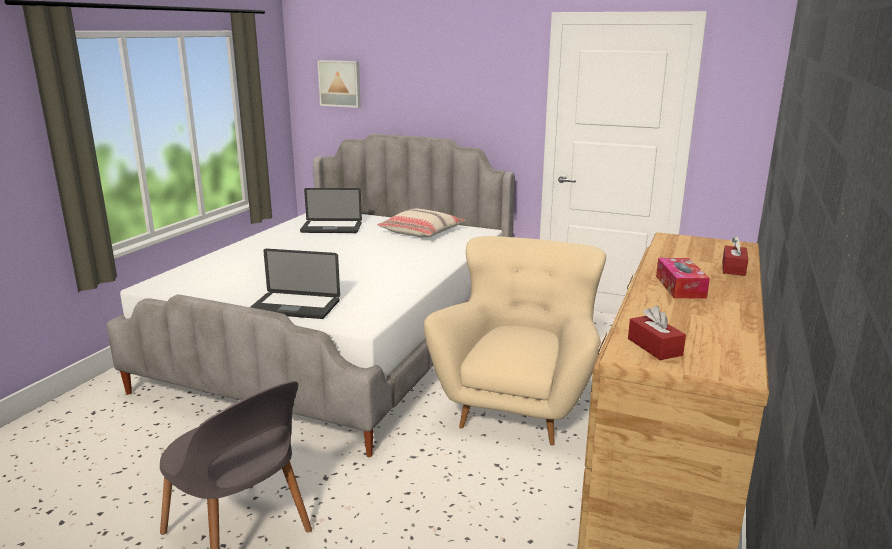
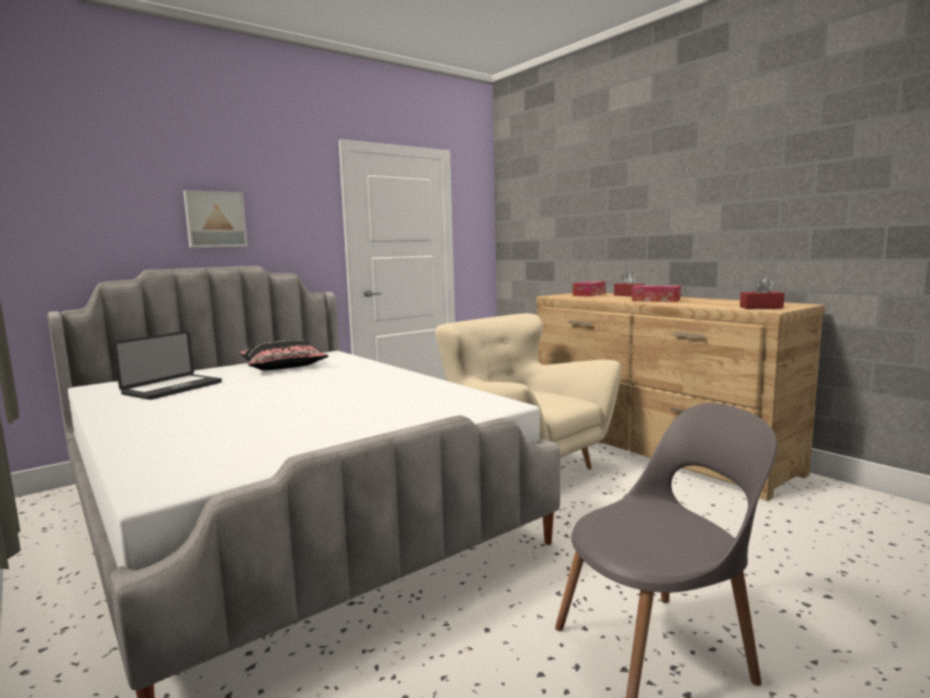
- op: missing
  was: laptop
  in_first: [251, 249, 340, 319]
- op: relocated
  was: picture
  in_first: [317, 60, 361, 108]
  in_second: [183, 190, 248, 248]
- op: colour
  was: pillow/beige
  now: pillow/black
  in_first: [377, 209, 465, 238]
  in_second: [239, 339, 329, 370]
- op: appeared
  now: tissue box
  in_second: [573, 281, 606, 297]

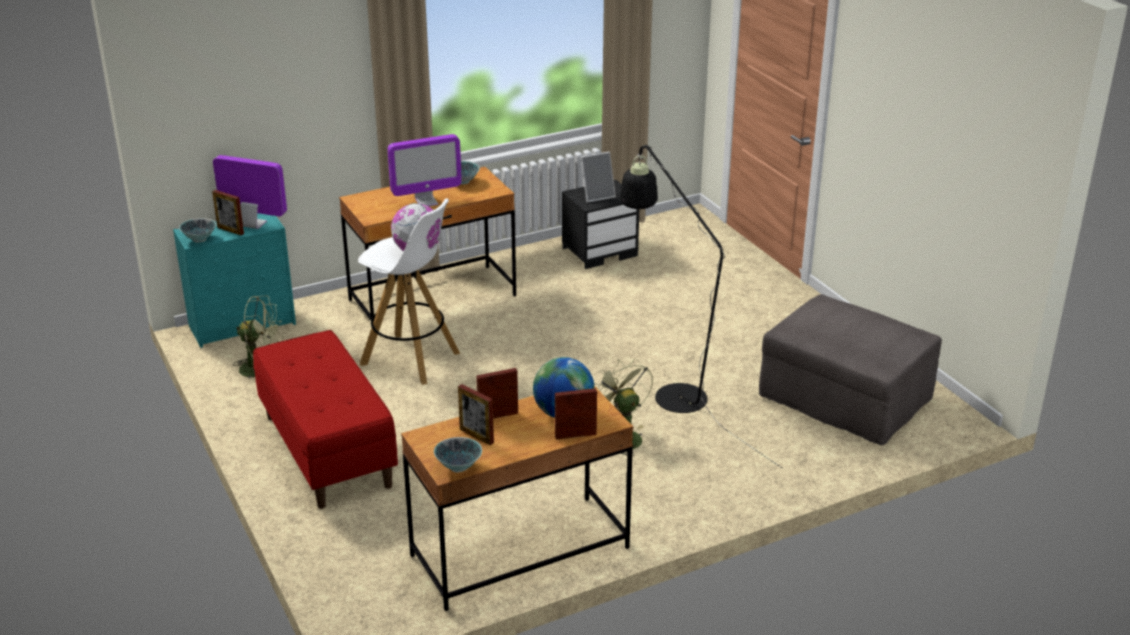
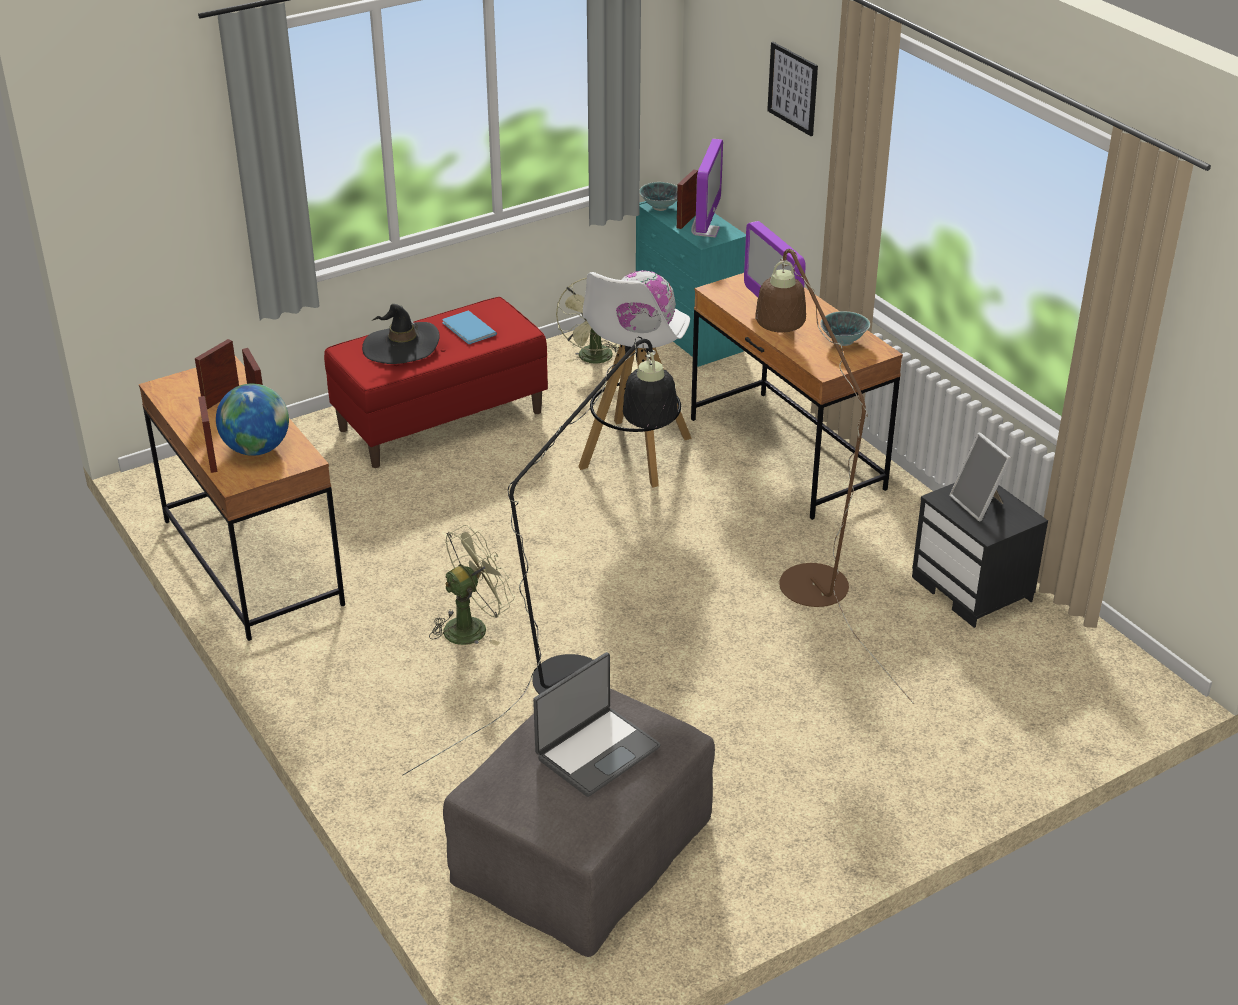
- op: missing
  was: bowl
  in_first: [434, 437, 482, 473]
- op: appeared
  now: hat/black
  in_second: [362, 304, 440, 364]
- op: appeared
  now: book/blue
  in_second: [442, 311, 497, 344]
- op: appeared
  now: laptop
  in_second: [533, 652, 661, 797]
- op: appeared
  now: floor lamp/brown
  in_second: [755, 249, 914, 704]
- op: appeared
  now: picture
  in_second: [767, 42, 818, 136]

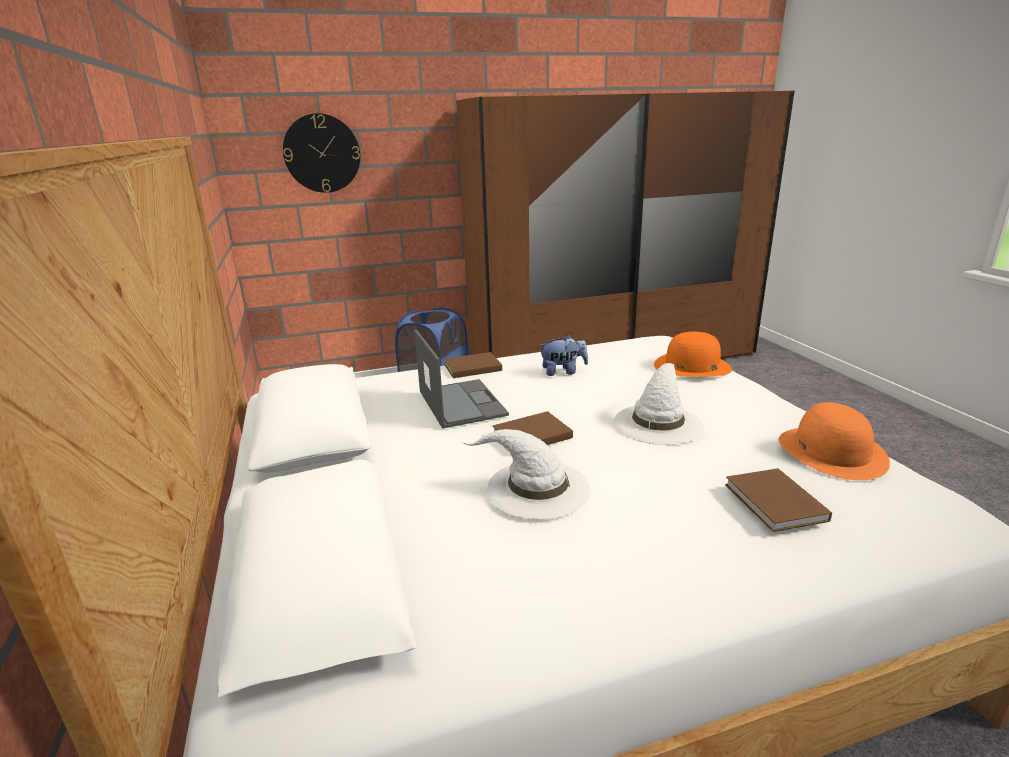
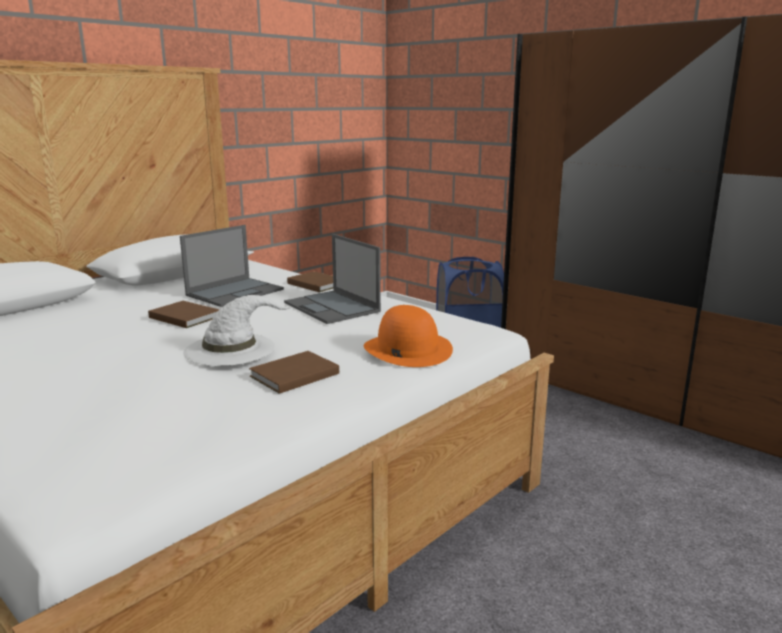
- op: missing
  was: wall clock
  in_first: [283, 113, 360, 193]
- op: missing
  was: hat/white
  in_first: [462, 429, 590, 519]
- op: exchanged
  was: plush toy
  now: laptop
  in_first: [539, 335, 588, 376]
  in_second: [284, 234, 381, 324]
- op: relocated
  was: book/brown
  in_first: [725, 468, 832, 532]
  in_second: [249, 351, 339, 394]
- op: missing
  was: hat/orange
  in_first: [779, 402, 890, 480]

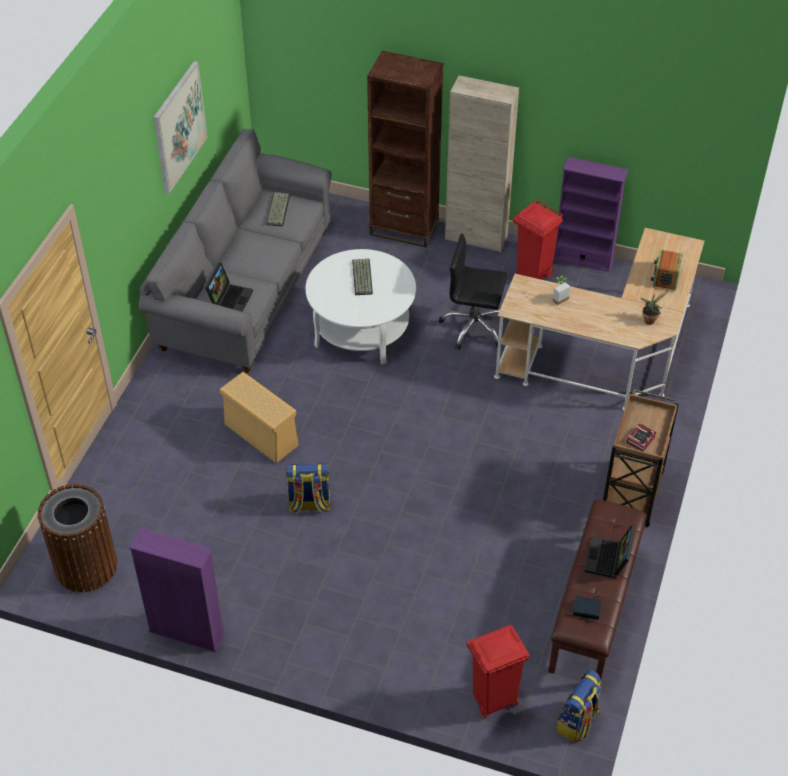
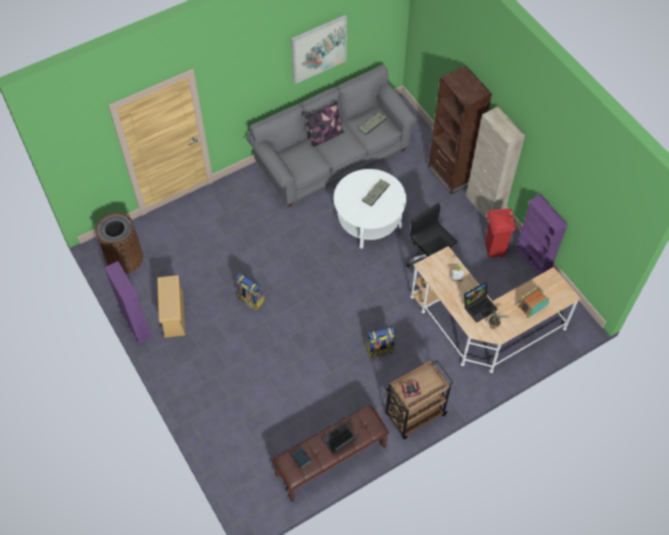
- op: relocated
  was: laptop
  in_first: [205, 263, 253, 312]
  in_second: [464, 282, 498, 323]
- op: relocated
  was: storage box/beige
  in_first: [220, 372, 299, 463]
  in_second: [157, 275, 185, 338]
- op: missing
  was: trash can/red
  in_first: [466, 625, 530, 718]
- op: relocated
  was: backpack
  in_first: [556, 670, 602, 743]
  in_second: [366, 326, 395, 358]
- op: appeared
  now: pillow
  in_second: [304, 101, 344, 148]

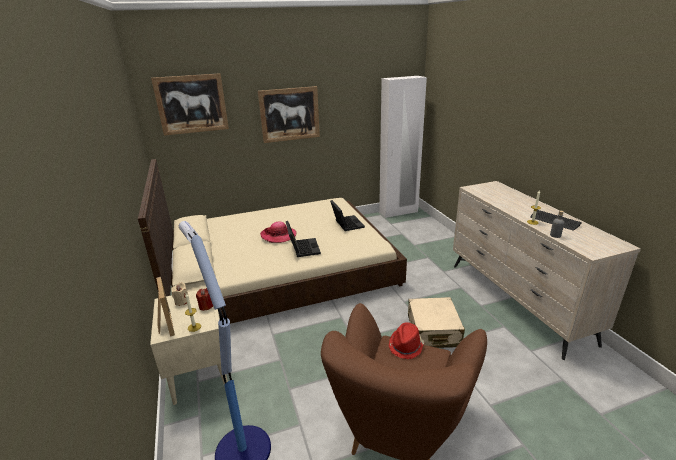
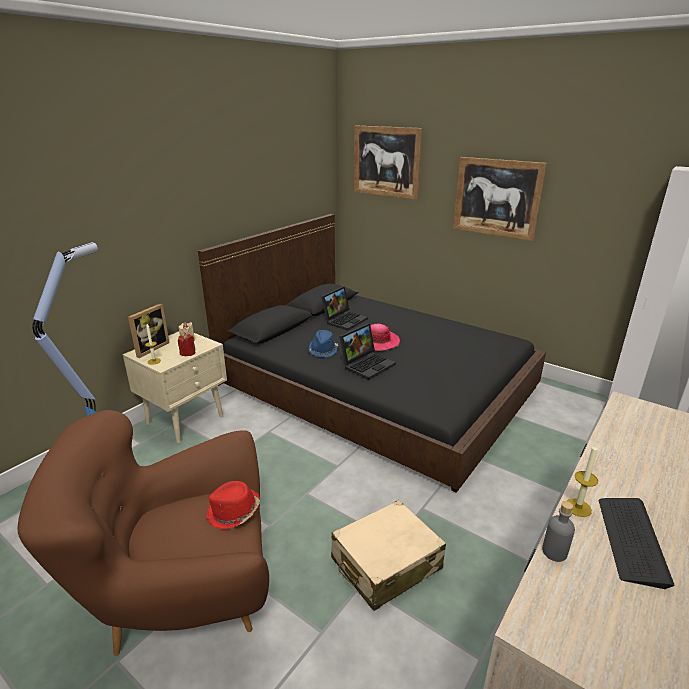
- op: colour
  was: bed/beige
  now: bed/black
  in_first: [138, 159, 407, 324]
  in_second: [198, 214, 546, 493]
- op: relocated
  was: laptop
  in_first: [330, 200, 365, 231]
  in_second: [321, 287, 368, 331]
- op: appeared
  now: hat/blue
  in_second: [309, 330, 338, 357]

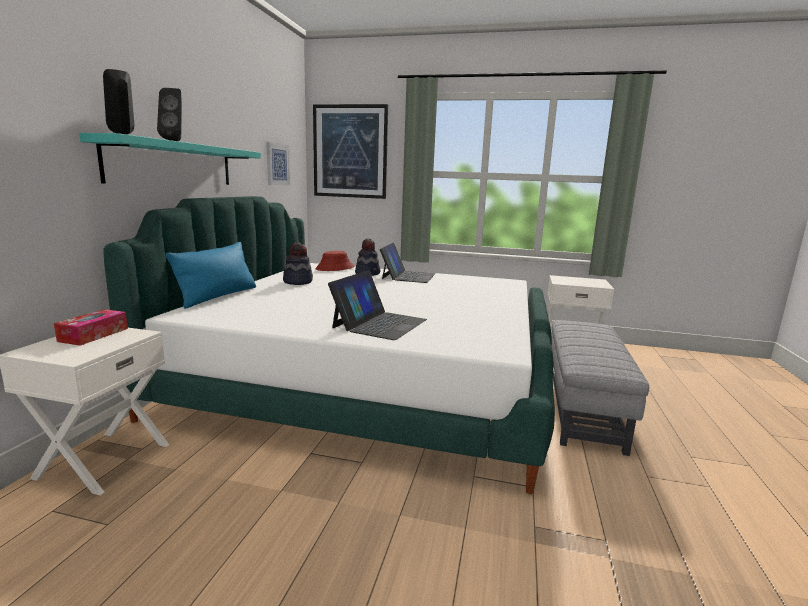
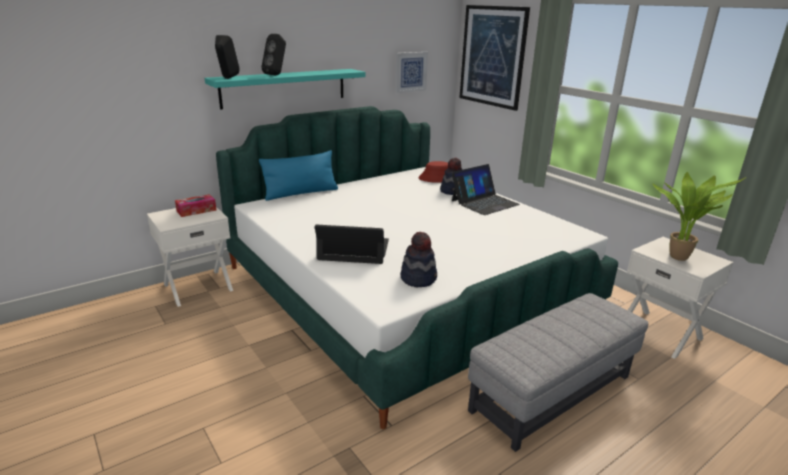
- op: relocated
  was: hat
  in_first: [283, 243, 313, 285]
  in_second: [401, 232, 437, 287]
- op: spun
  was: laptop
  in_first: [328, 270, 427, 340]
  in_second: [315, 225, 389, 264]
  clockwise: -150
- op: appeared
  now: potted plant
  in_second: [653, 172, 746, 261]

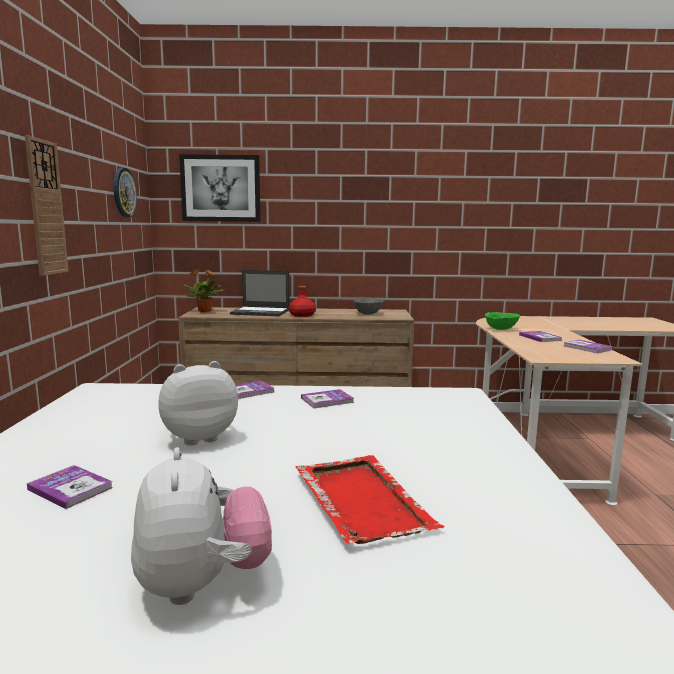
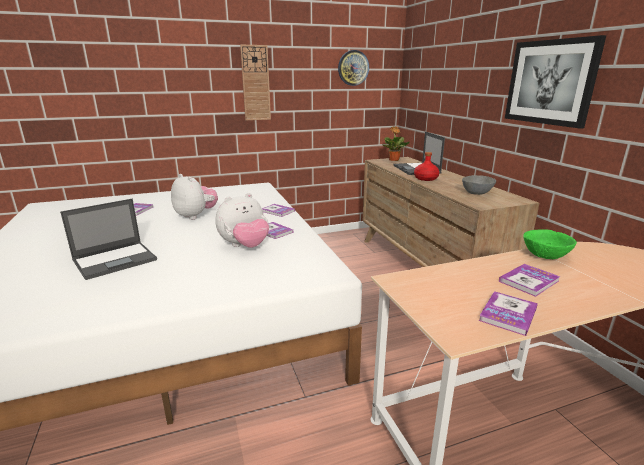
- op: relocated
  was: plush toy
  in_first: [131, 447, 272, 605]
  in_second: [215, 193, 269, 248]
- op: relocated
  was: picture
  in_first: [179, 154, 260, 222]
  in_second: [505, 35, 606, 129]
- op: exchanged
  was: tray/red
  now: laptop
  in_first: [296, 455, 444, 544]
  in_second: [60, 198, 157, 280]

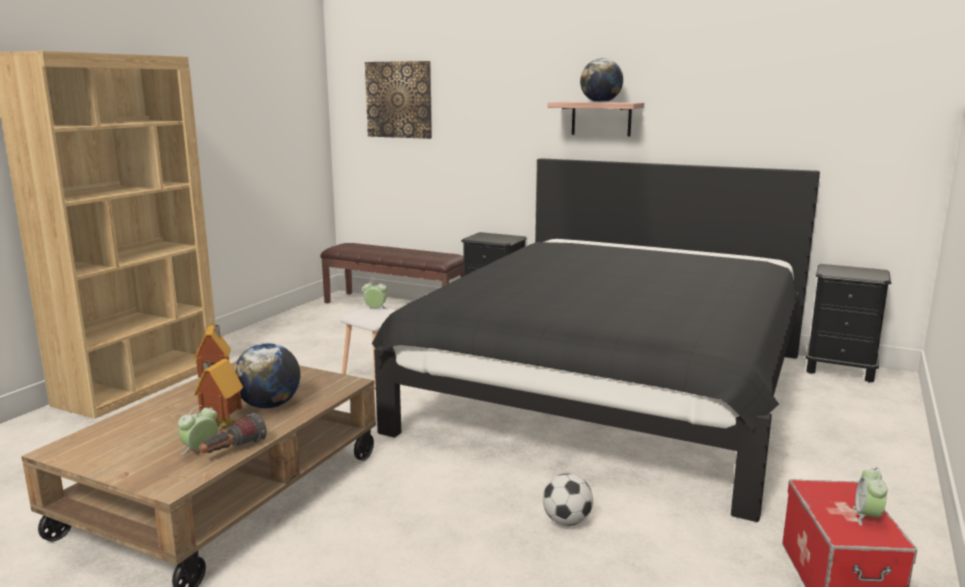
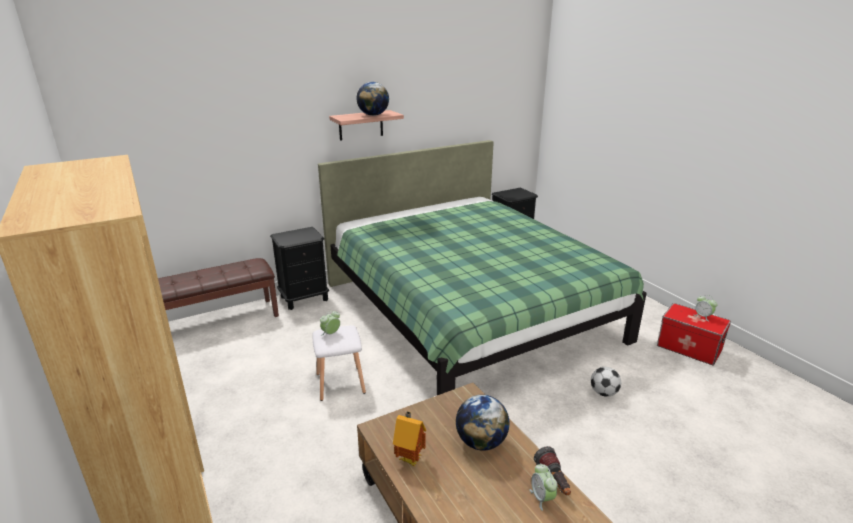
- op: missing
  was: toy house
  in_first: [194, 359, 243, 432]
- op: missing
  was: picture
  in_first: [365, 61, 432, 139]
- op: colour
  was: bed/black
  now: bed/green
  in_first: [372, 158, 820, 522]
  in_second: [318, 140, 647, 396]

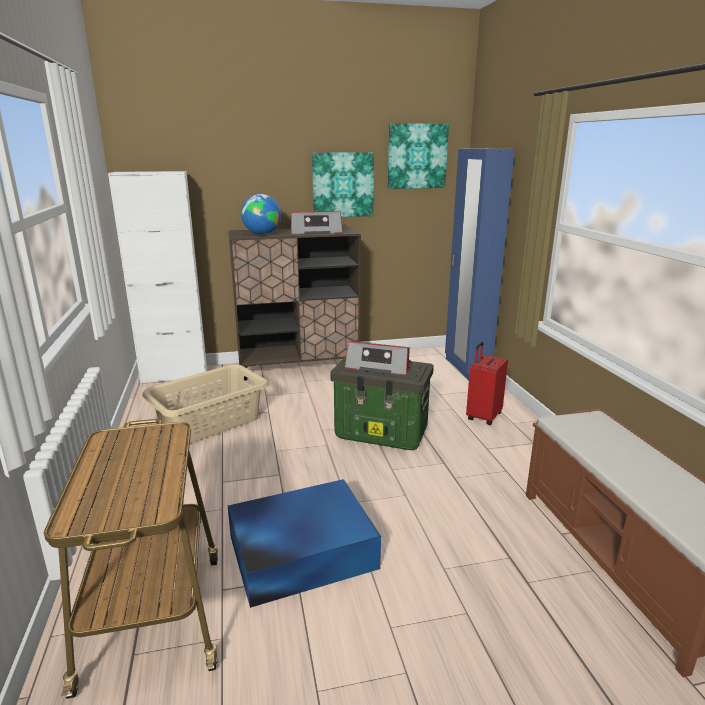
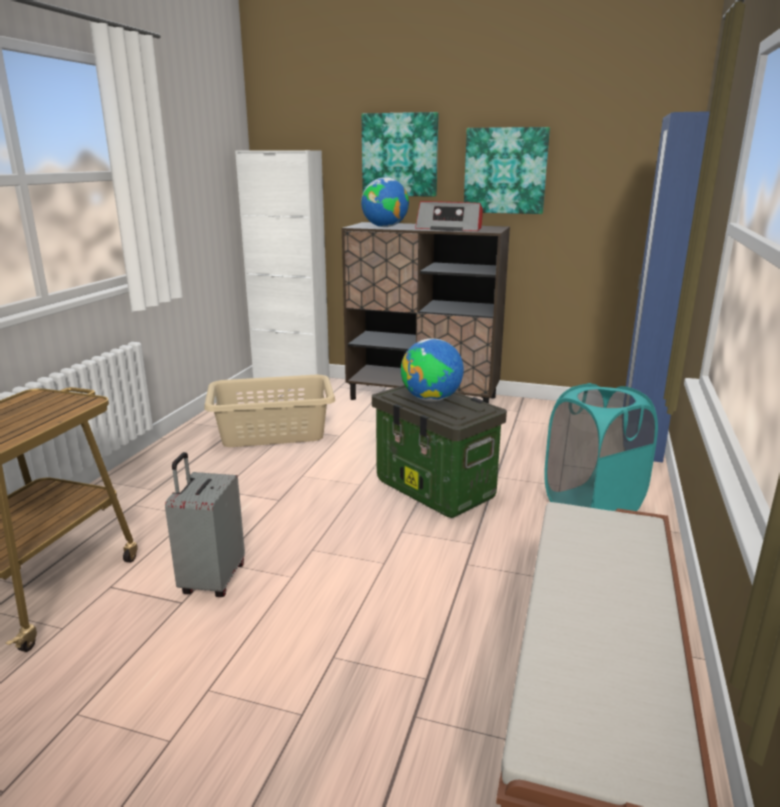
- op: exchanged
  was: storage box/blue
  now: suitcase/grey
  in_first: [228, 479, 381, 608]
  in_second: [165, 452, 245, 597]
- op: exchanged
  was: radio
  now: globe
  in_first: [345, 341, 410, 375]
  in_second: [401, 338, 464, 401]
- op: relocated
  was: picture
  in_first: [388, 123, 449, 189]
  in_second: [361, 112, 439, 197]
- op: exchanged
  was: suitcase/red
  now: laundry basket/turquoise
  in_first: [466, 342, 508, 425]
  in_second: [544, 383, 658, 511]

